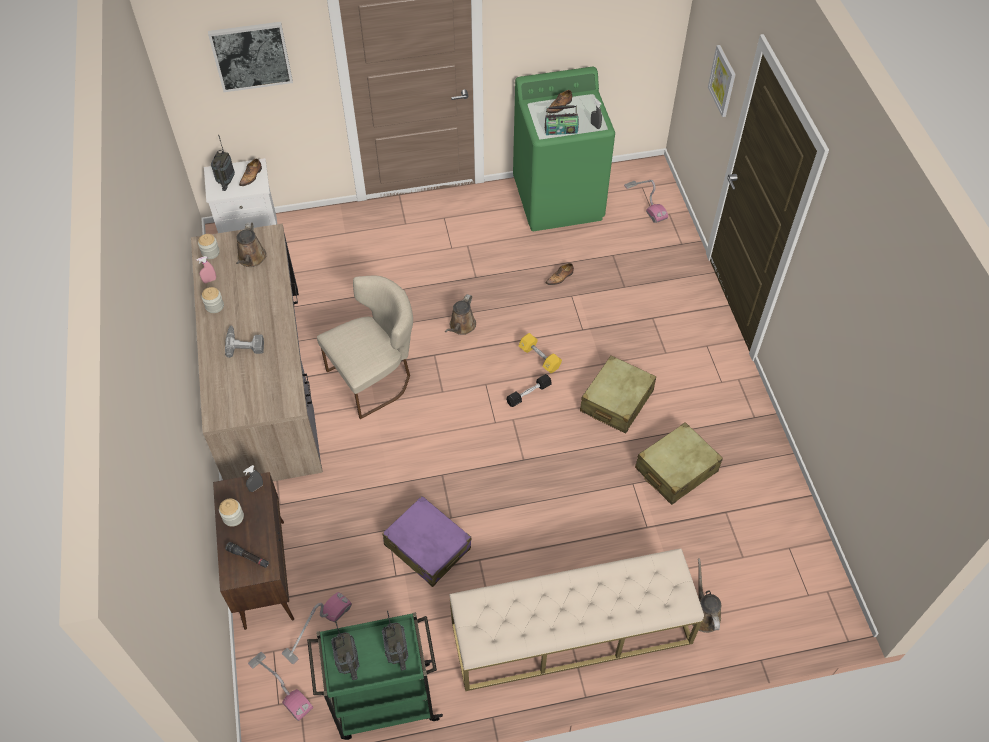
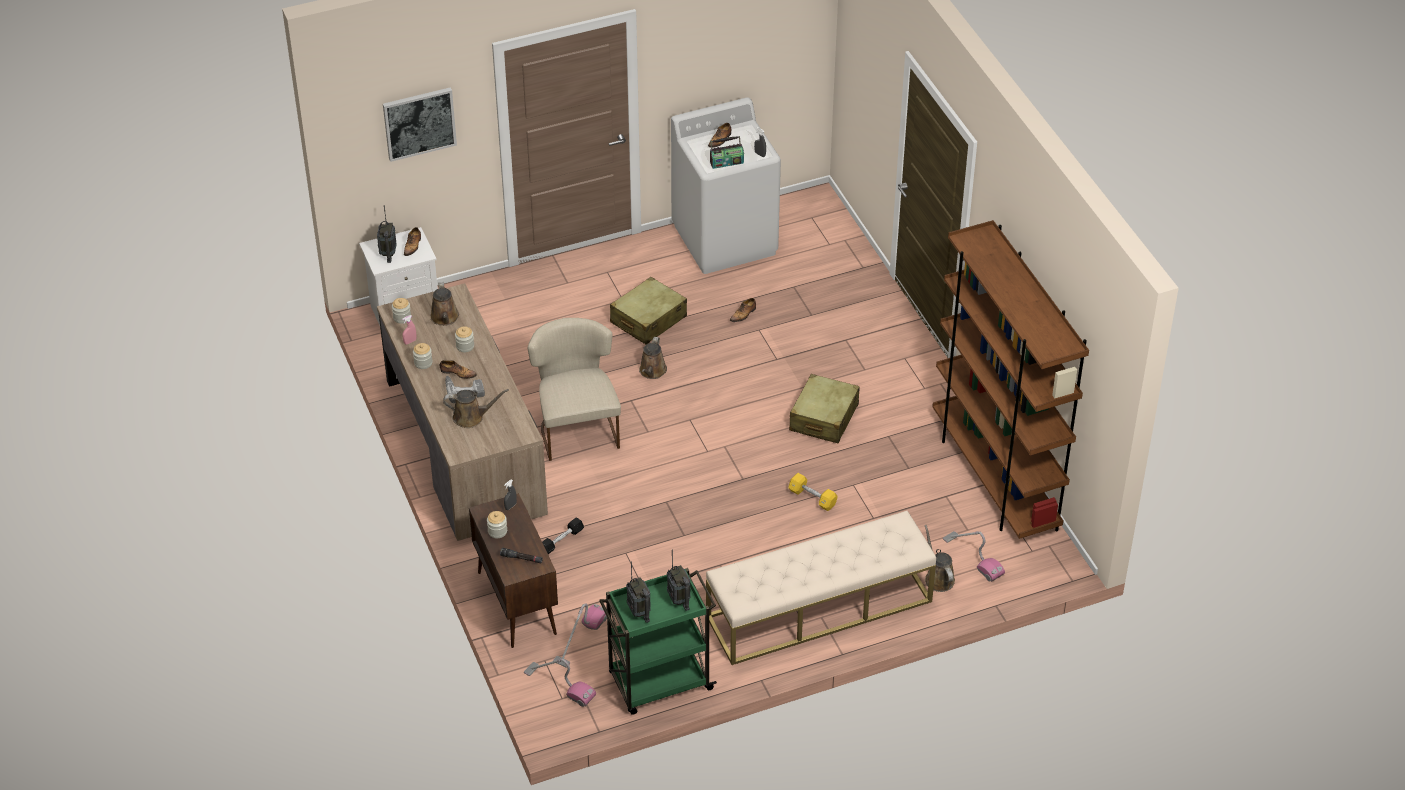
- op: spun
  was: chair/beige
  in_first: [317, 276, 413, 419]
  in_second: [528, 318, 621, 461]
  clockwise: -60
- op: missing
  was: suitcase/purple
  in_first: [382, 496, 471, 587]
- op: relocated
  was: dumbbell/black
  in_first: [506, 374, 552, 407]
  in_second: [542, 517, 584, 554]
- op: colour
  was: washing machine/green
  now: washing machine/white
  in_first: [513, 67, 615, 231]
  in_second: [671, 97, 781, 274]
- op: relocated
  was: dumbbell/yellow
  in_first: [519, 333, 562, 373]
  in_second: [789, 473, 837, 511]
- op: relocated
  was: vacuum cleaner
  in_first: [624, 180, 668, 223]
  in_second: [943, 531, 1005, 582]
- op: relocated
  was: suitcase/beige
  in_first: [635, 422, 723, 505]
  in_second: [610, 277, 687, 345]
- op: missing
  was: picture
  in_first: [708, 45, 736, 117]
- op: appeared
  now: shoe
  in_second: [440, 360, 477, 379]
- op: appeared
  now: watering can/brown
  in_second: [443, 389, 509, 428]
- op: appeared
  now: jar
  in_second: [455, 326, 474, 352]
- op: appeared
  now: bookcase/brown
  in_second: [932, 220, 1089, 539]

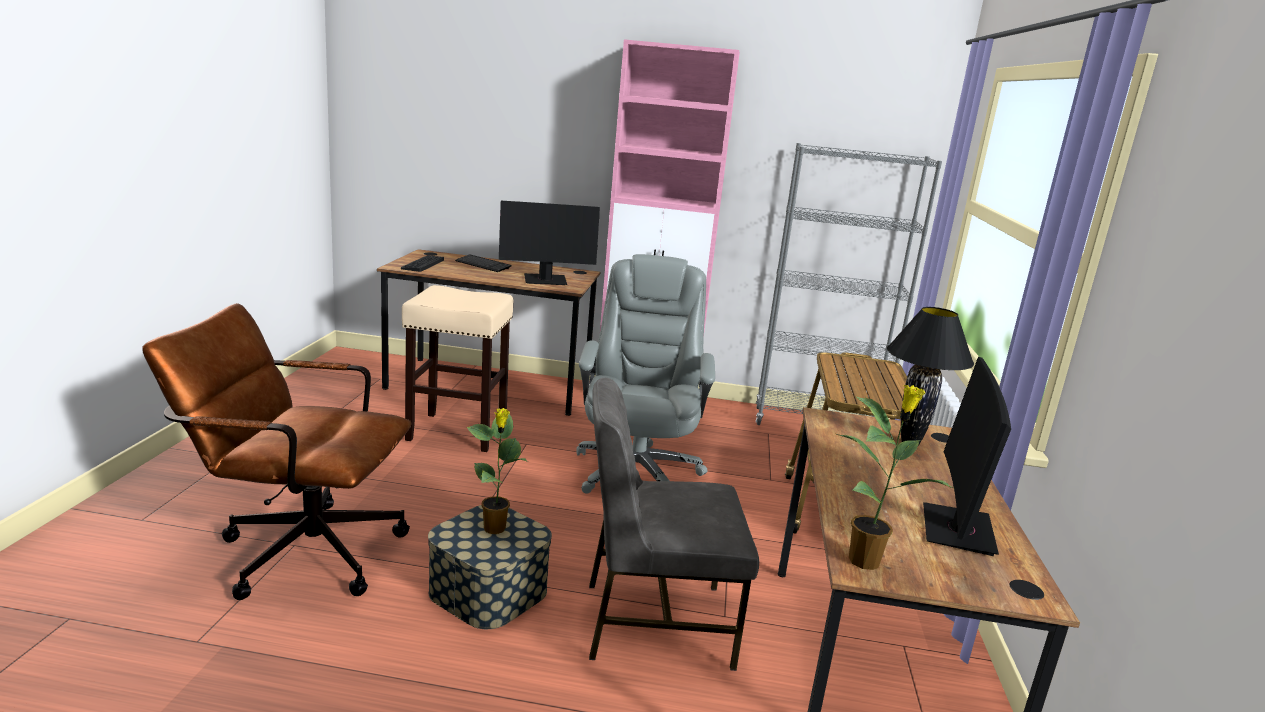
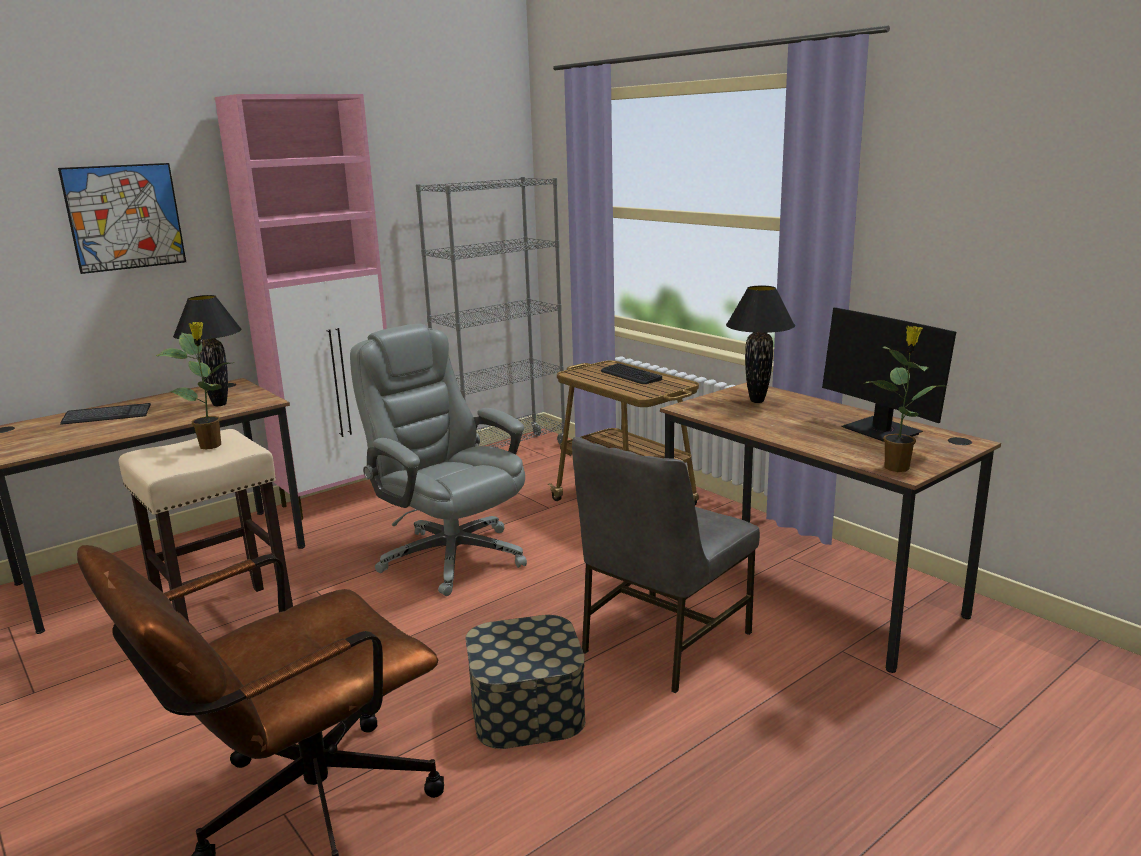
- op: relocated
  was: keyboard
  in_first: [401, 256, 444, 272]
  in_second: [601, 363, 662, 384]
- op: relocated
  was: potted plant
  in_first: [467, 408, 528, 534]
  in_second: [156, 322, 230, 449]
- op: exchanged
  was: monitor
  now: table lamp/black
  in_first: [499, 201, 600, 285]
  in_second: [173, 295, 242, 406]
- op: appeared
  now: picture
  in_second: [58, 163, 186, 274]

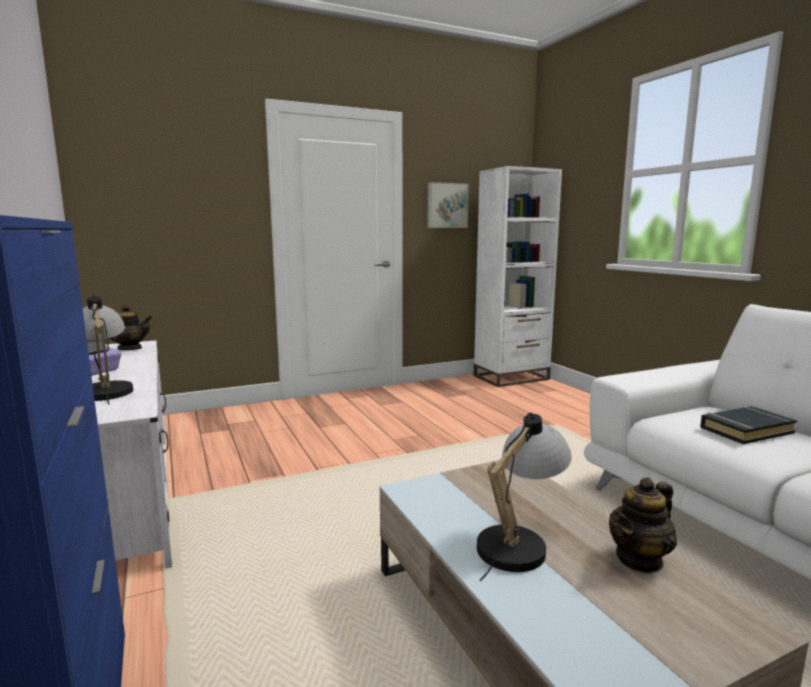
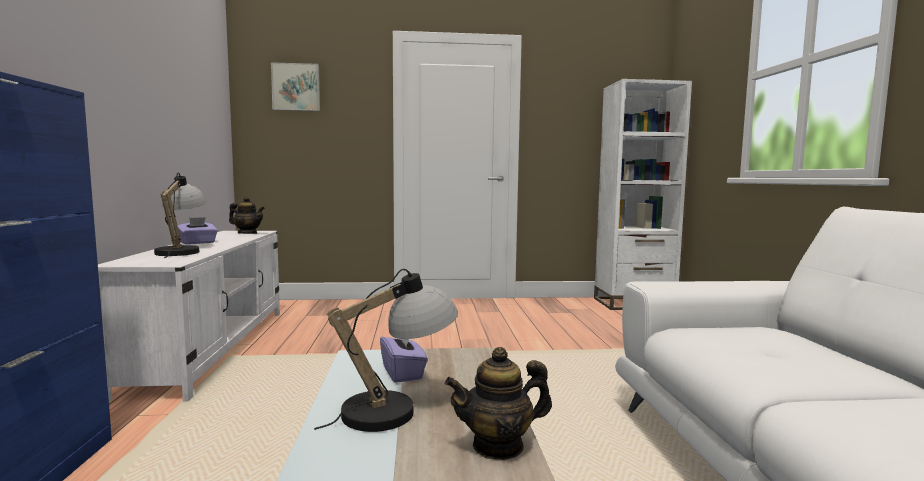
- op: relocated
  was: picture
  in_first: [427, 182, 469, 228]
  in_second: [271, 62, 320, 111]
- op: missing
  was: book/black
  in_first: [700, 406, 797, 444]
- op: appeared
  now: tissue box/purple
  in_second: [380, 337, 428, 383]

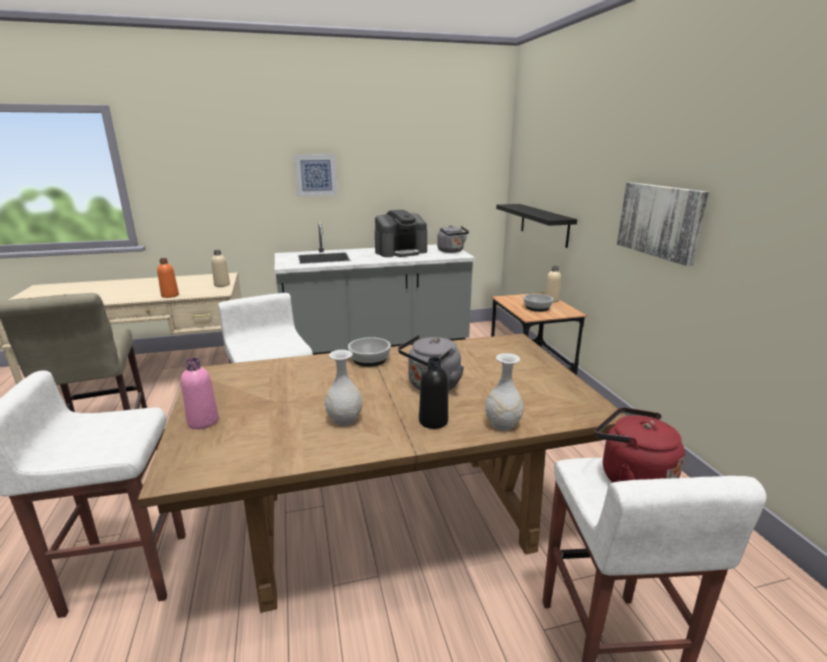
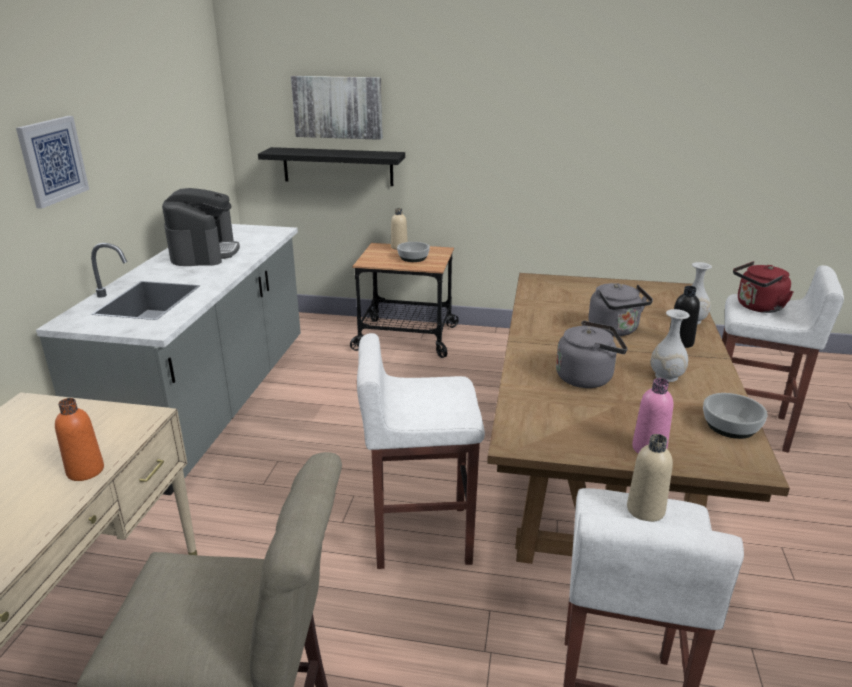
- op: relocated
  was: bottle/beige
  in_first: [211, 250, 230, 287]
  in_second: [627, 434, 673, 522]
- op: relocated
  was: bowl
  in_first: [348, 337, 391, 367]
  in_second: [703, 393, 768, 439]
- op: relocated
  was: kettle/grey
  in_first: [437, 225, 469, 253]
  in_second: [556, 321, 627, 388]
- op: relocated
  was: picture
  in_first: [617, 182, 709, 266]
  in_second: [291, 76, 383, 140]

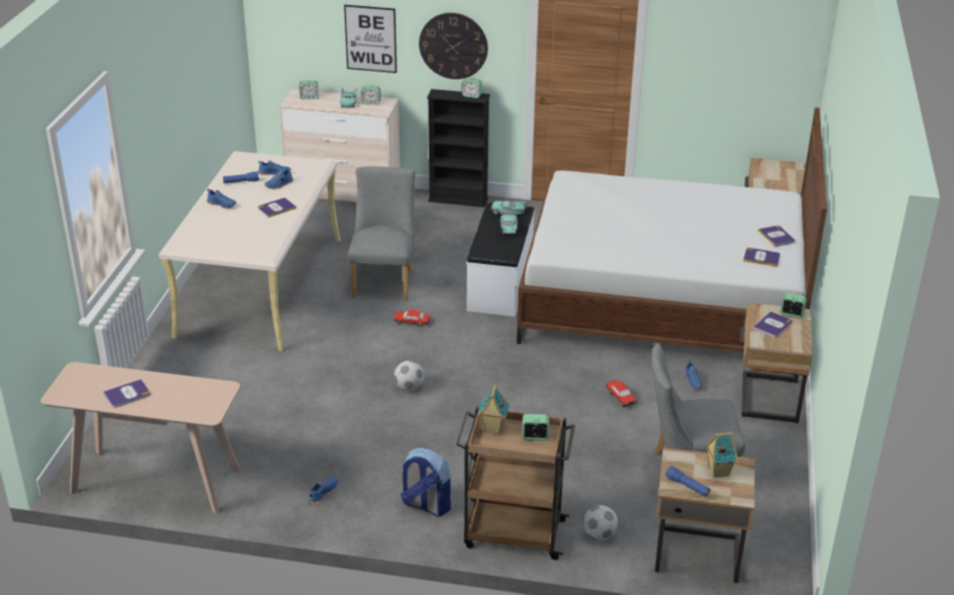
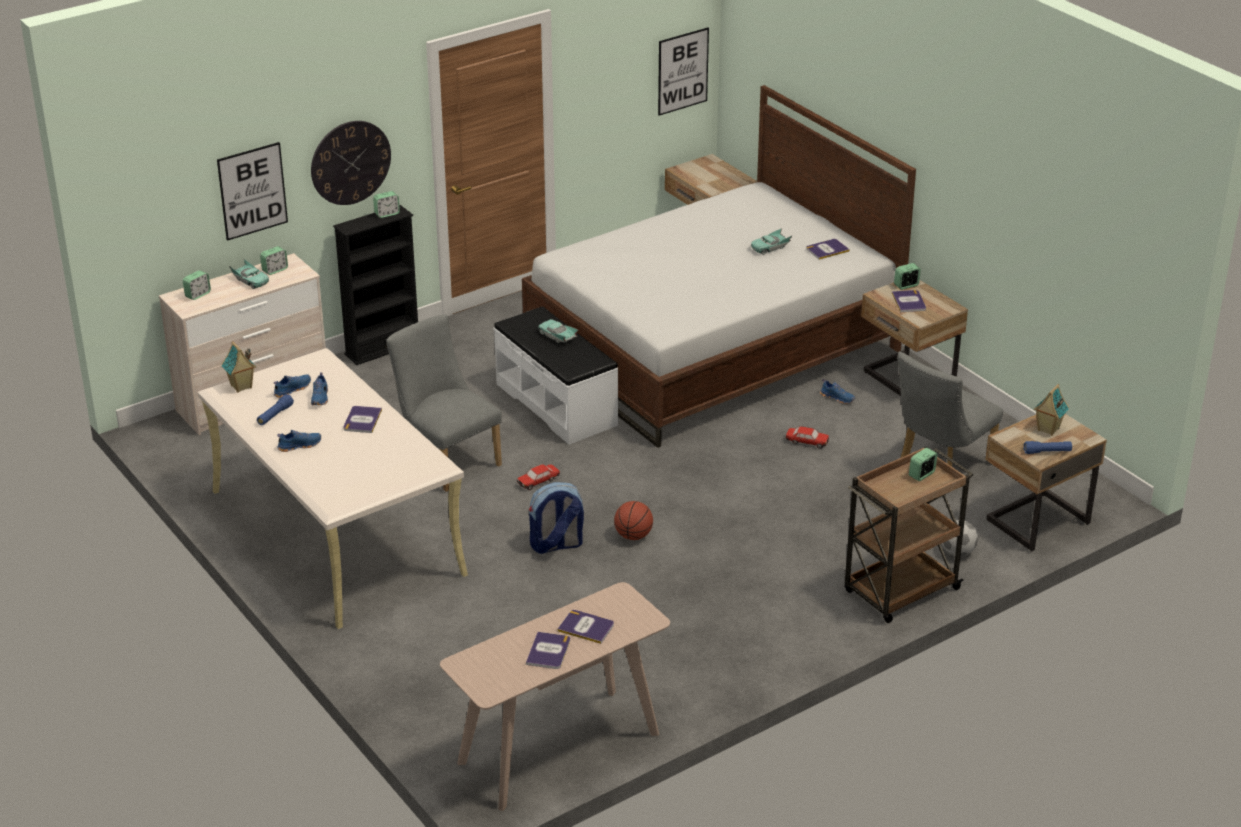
- op: missing
  was: shoe/blue
  in_first: [308, 477, 338, 505]
- op: exchanged
  was: football
  now: basketball
  in_first: [394, 360, 424, 391]
  in_second: [614, 501, 653, 540]
- op: relocated
  was: backpack
  in_first: [400, 448, 451, 517]
  in_second: [529, 482, 584, 554]
- op: relocated
  was: toy house
  in_first: [477, 384, 510, 435]
  in_second: [222, 341, 256, 393]
- op: relocated
  was: toy car/turquoise
  in_first: [491, 201, 527, 215]
  in_second: [751, 228, 793, 255]
- op: relocated
  was: book
  in_first: [758, 225, 795, 247]
  in_second: [557, 610, 614, 644]
- op: appeared
  now: picture
  in_second: [658, 28, 709, 116]

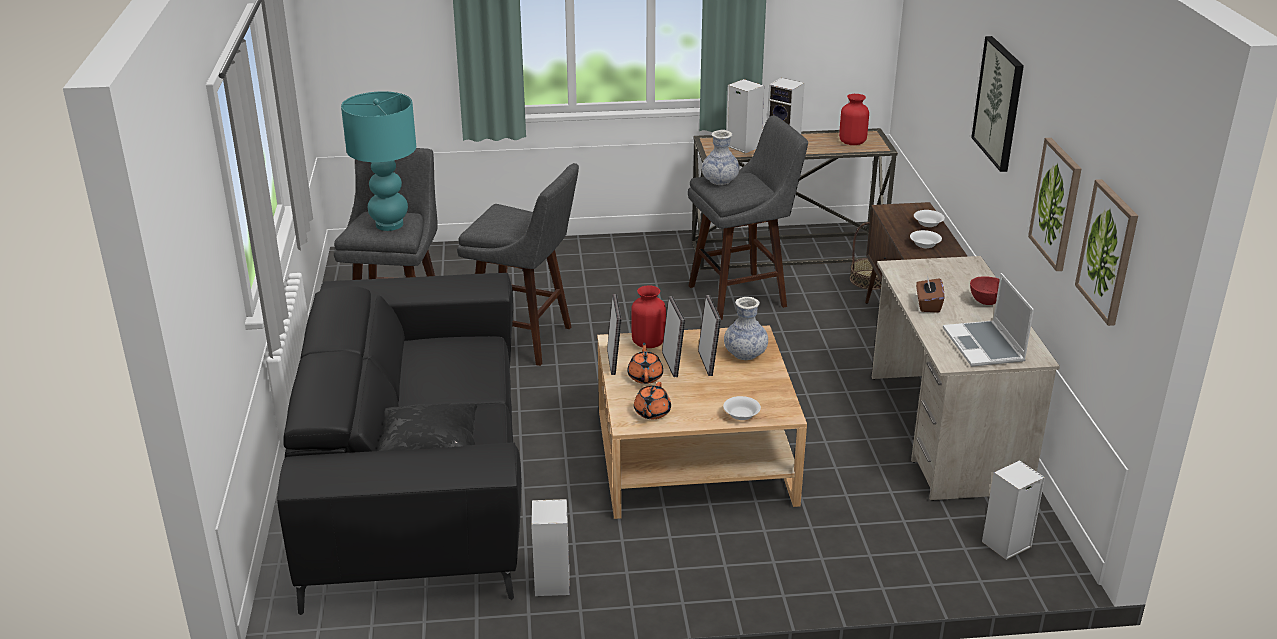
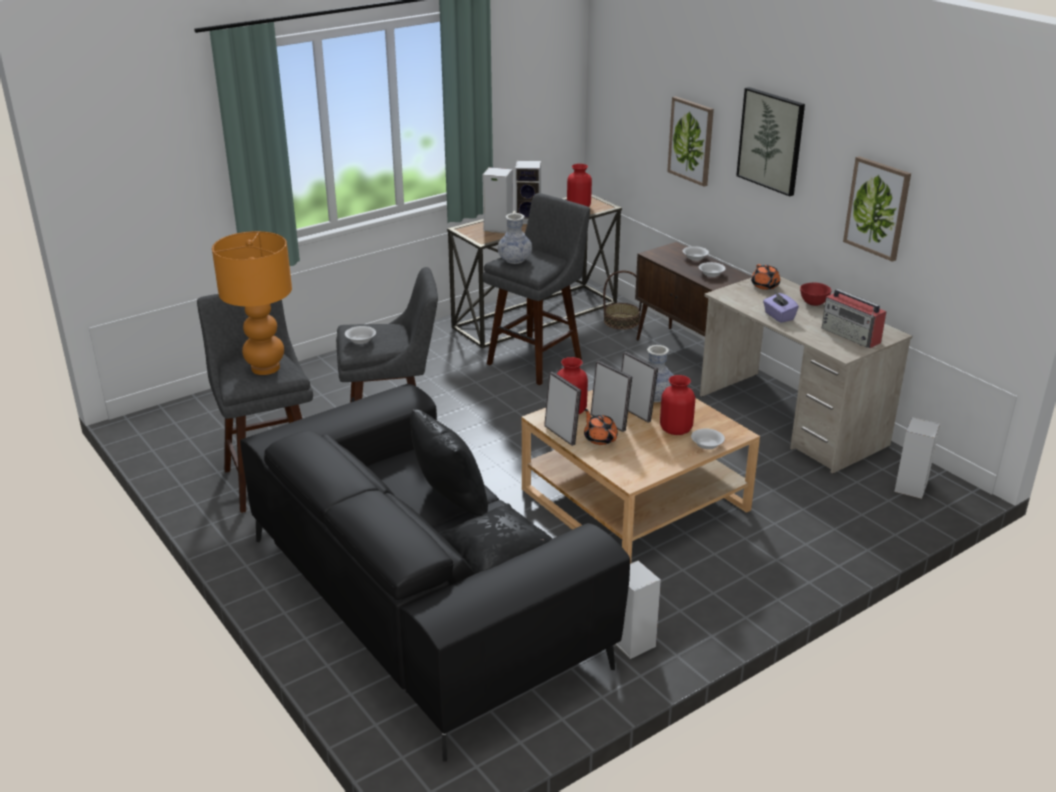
- op: colour
  was: table lamp/turquoise
  now: table lamp/orange
  in_first: [341, 91, 416, 231]
  in_second: [212, 231, 292, 375]
- op: relocated
  was: teapot/orange
  in_first: [634, 382, 671, 419]
  in_second: [751, 264, 780, 290]
- op: colour
  was: tissue box/brown
  now: tissue box/purple
  in_first: [916, 274, 945, 313]
  in_second: [763, 291, 799, 323]
- op: exchanged
  was: laptop
  now: radio
  in_first: [943, 273, 1034, 367]
  in_second: [822, 289, 887, 348]
- op: relocated
  was: picture
  in_first: [1075, 179, 1138, 326]
  in_second: [667, 96, 714, 187]
- op: appeared
  now: bowl/white
  in_second: [345, 326, 376, 344]
- op: appeared
  now: pillow/black
  in_second: [411, 410, 488, 516]
- op: appeared
  now: vase/red
  in_second: [660, 375, 695, 435]

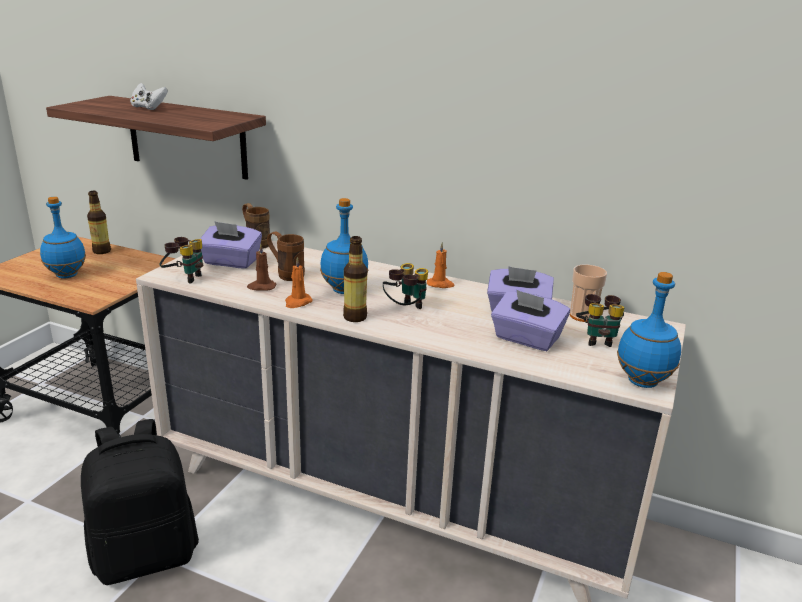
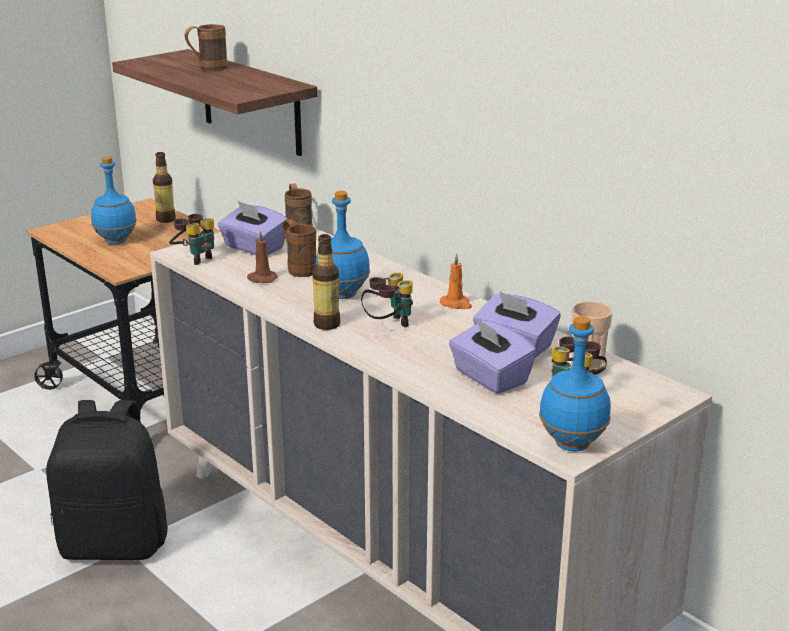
- op: exchanged
  was: game controller/white
  now: mug/brown
  in_first: [130, 83, 168, 110]
  in_second: [185, 24, 227, 71]
- op: missing
  was: candle/orange
  in_first: [285, 257, 313, 308]

